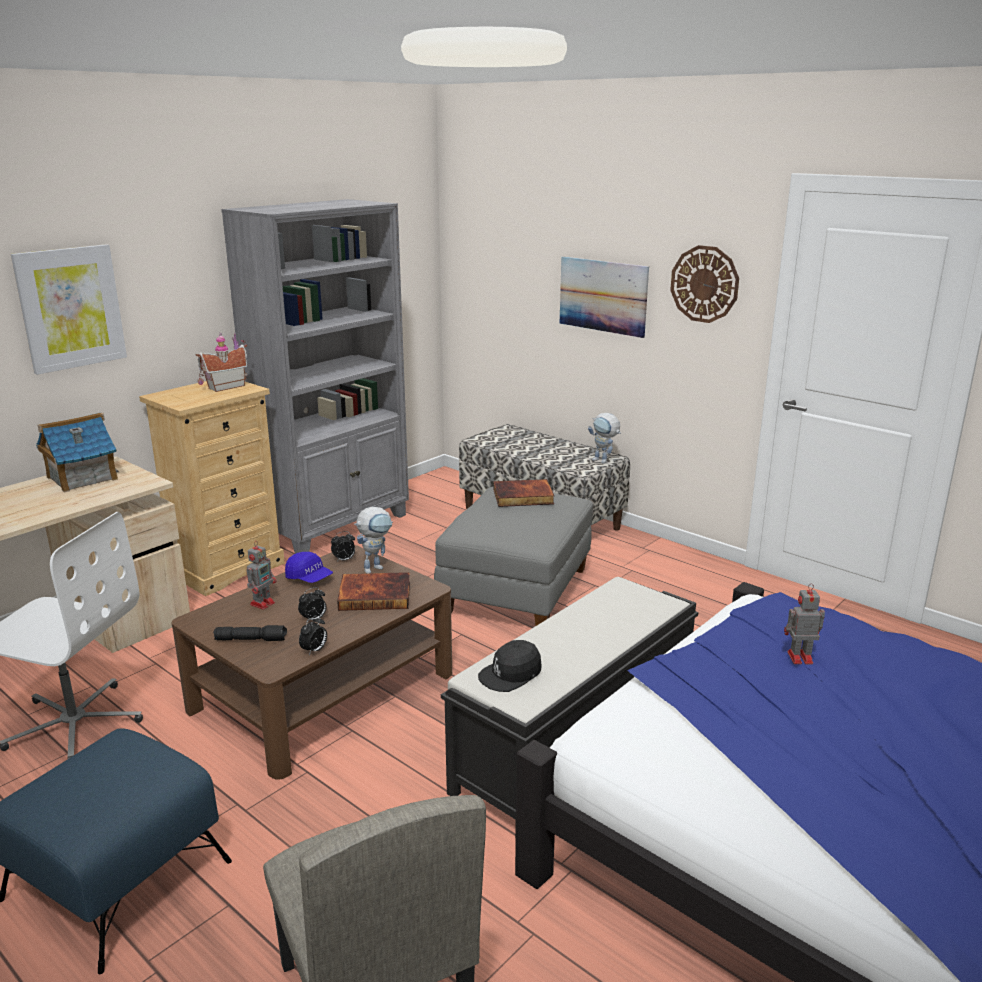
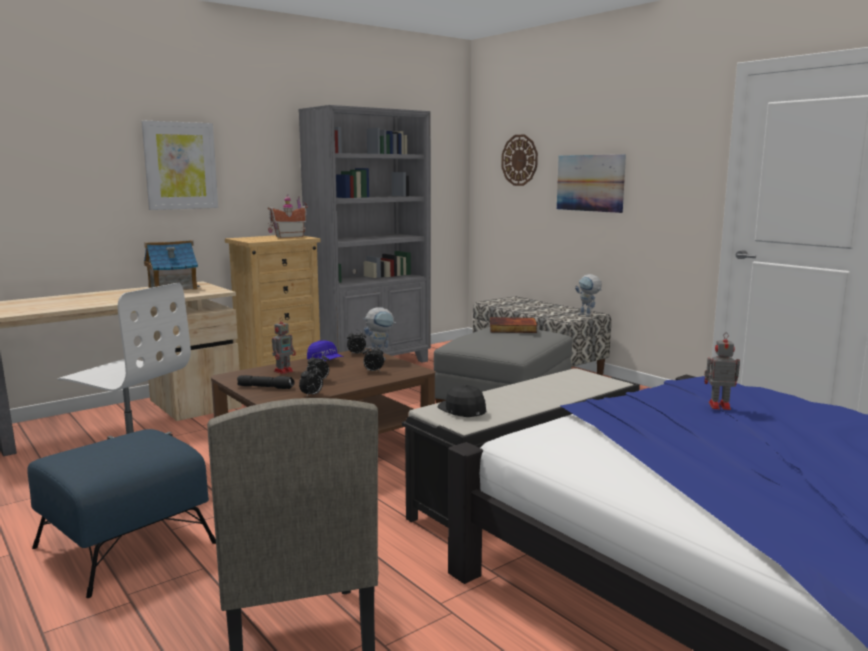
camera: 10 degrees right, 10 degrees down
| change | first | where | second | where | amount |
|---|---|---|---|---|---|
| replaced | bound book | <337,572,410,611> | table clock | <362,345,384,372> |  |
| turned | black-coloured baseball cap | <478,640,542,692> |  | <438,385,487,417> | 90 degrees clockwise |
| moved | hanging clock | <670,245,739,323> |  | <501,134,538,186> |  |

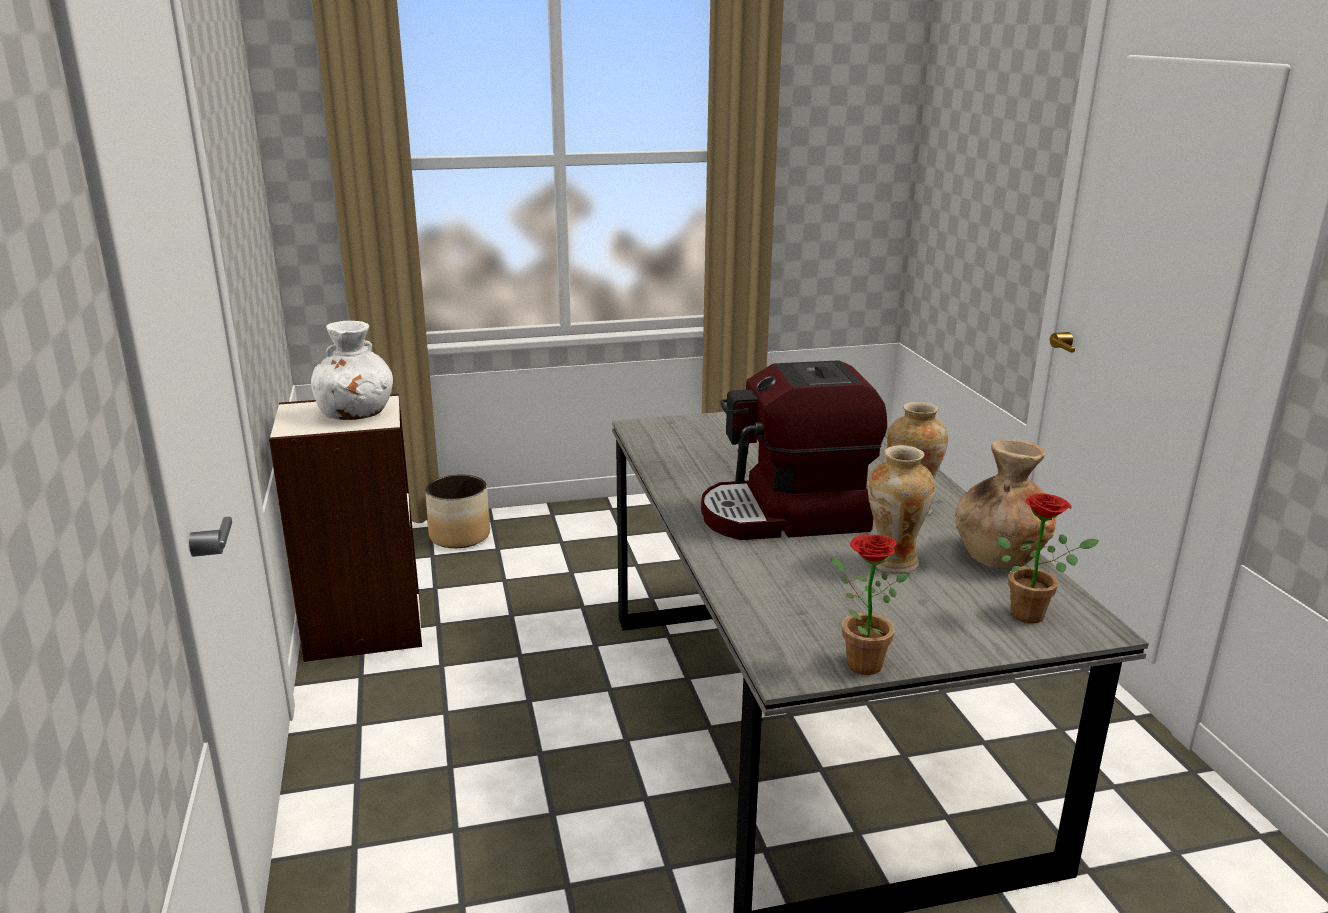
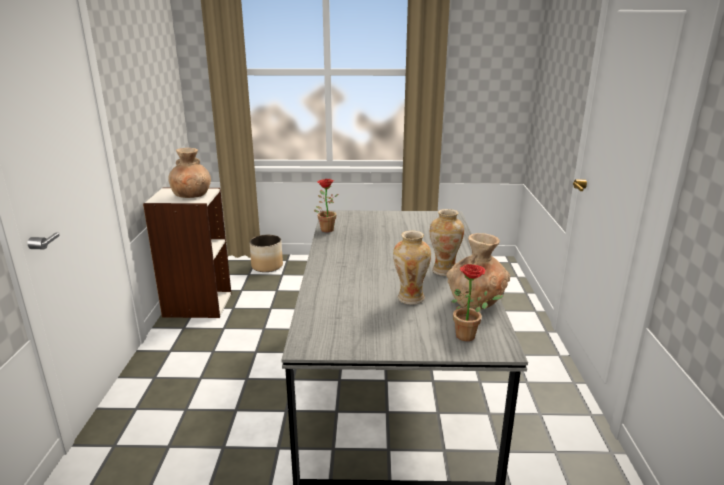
camera: 15 degrees right, 0 degrees up
| change | first | where | second | where | amount |
|---|---|---|---|---|---|
| recoloured | white-coloured vase | <311,321,393,420> | brown-coloured vase | <168,148,211,198> |  |
| removed | coffee brewer | <701,360,887,540> |  |  |  |
| moved | houseplant | <832,534,908,675> |  | <314,179,338,232> |  |

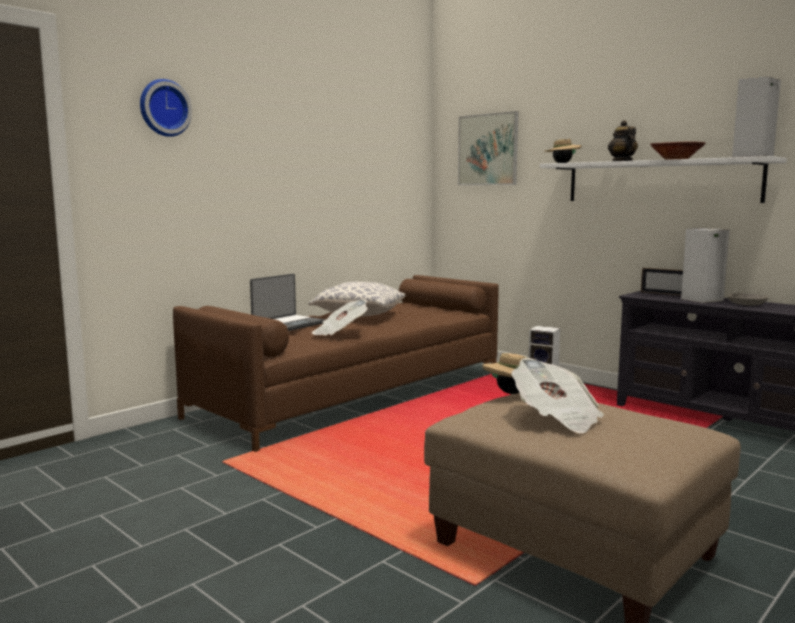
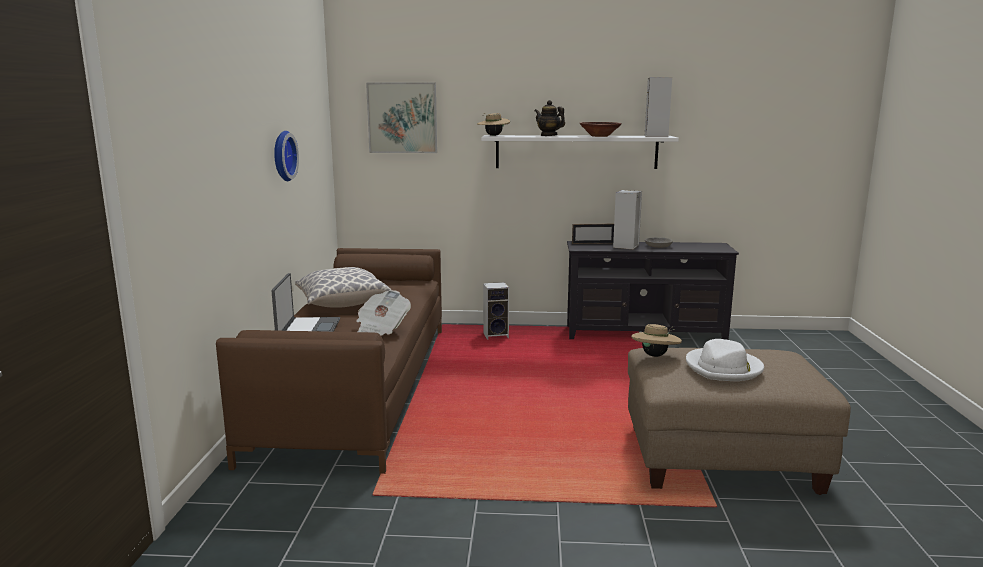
camera: 40 degrees left, 5 degrees up
| change | first | where | second | where | amount |
|---|---|---|---|---|---|
| moved | hanging clock | <140,79,192,137> |  | <274,131,299,181> |  |
| replaced | printed paper | <511,358,604,434> | white-coloured wearable hat | <686,339,764,381> |  |

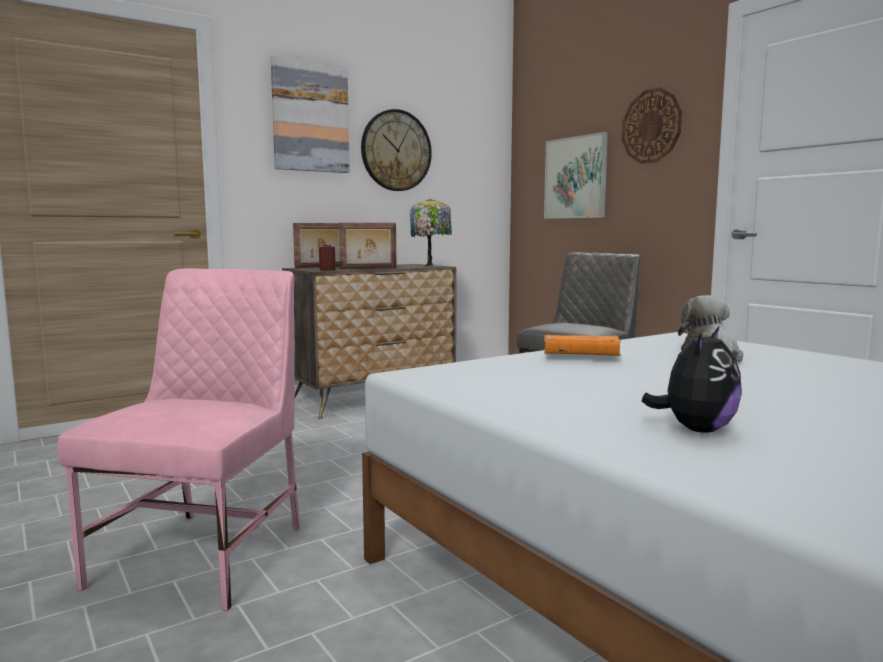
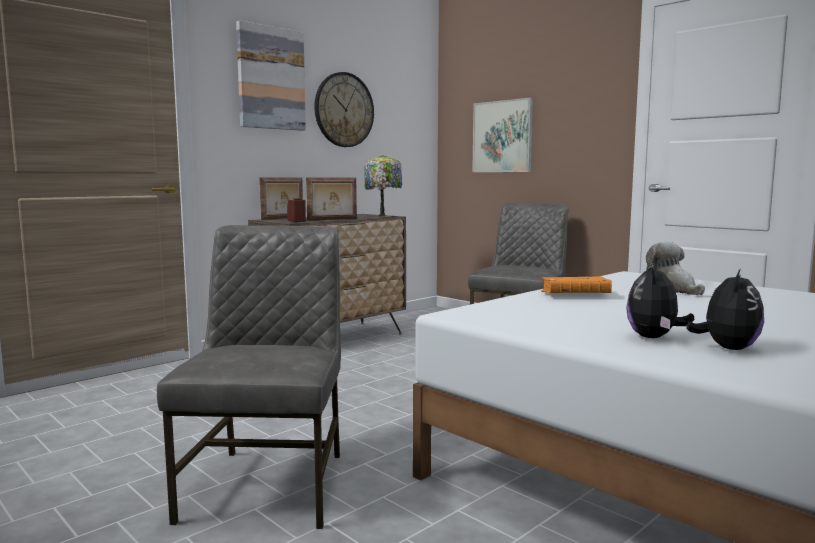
camera: 10 degrees left, 0 degrees up
| change | first | where | second | where | amount |
|---|---|---|---|---|---|
| recoloured | pink plain chair | <58,268,300,611> | greyish plain chair | <157,225,341,529> |  |
| removed | hanging clock | <622,87,682,164> |  |  |  |
| added |  |  | soft toy | <626,262,694,338> |  |

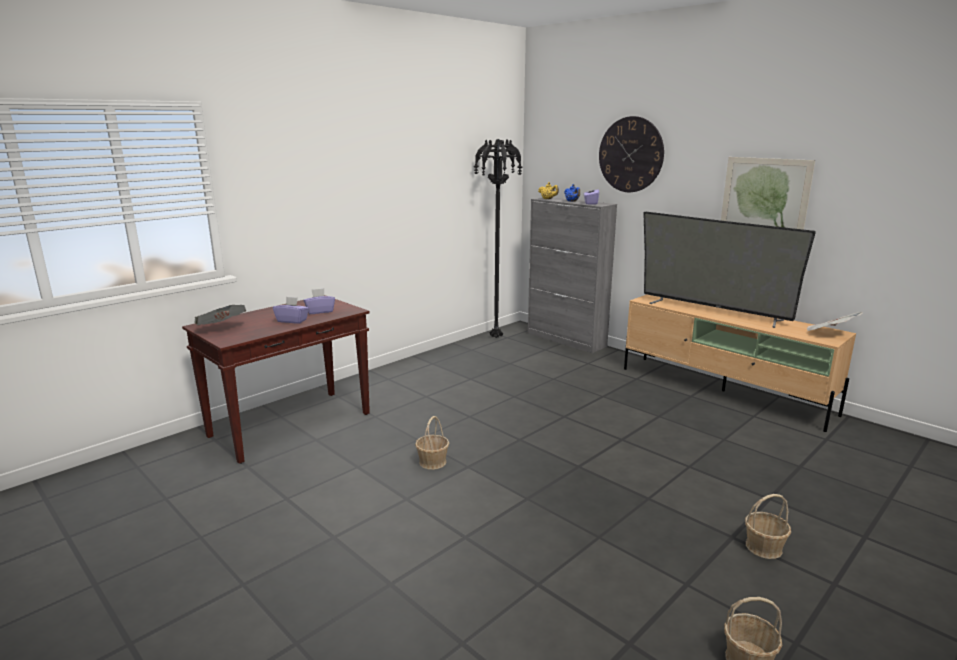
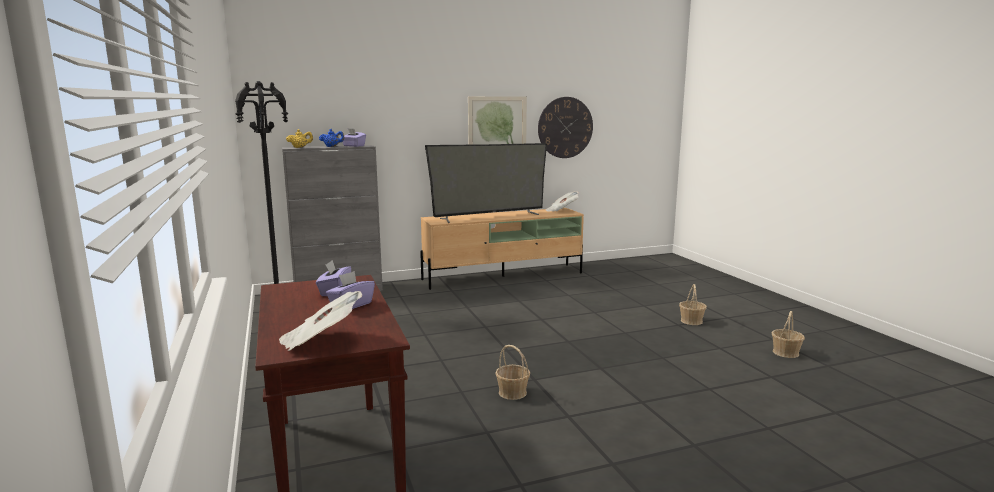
camera: 65 degrees left, 5 degrees down
| change | first | where | second | where | amount |
|---|---|---|---|---|---|
| moved | hanging clock | <599,116,664,192> |  | <538,97,593,158> |  |

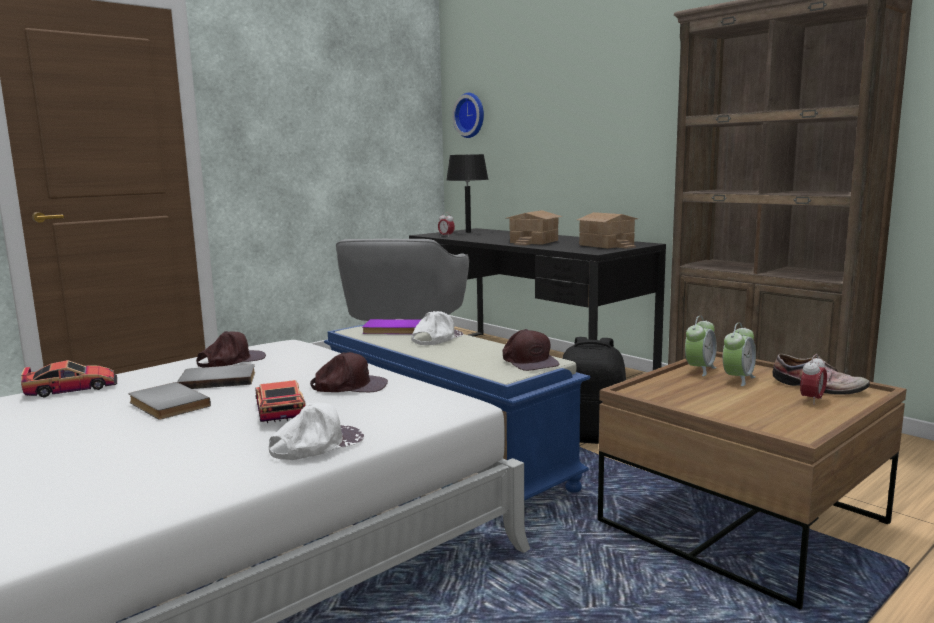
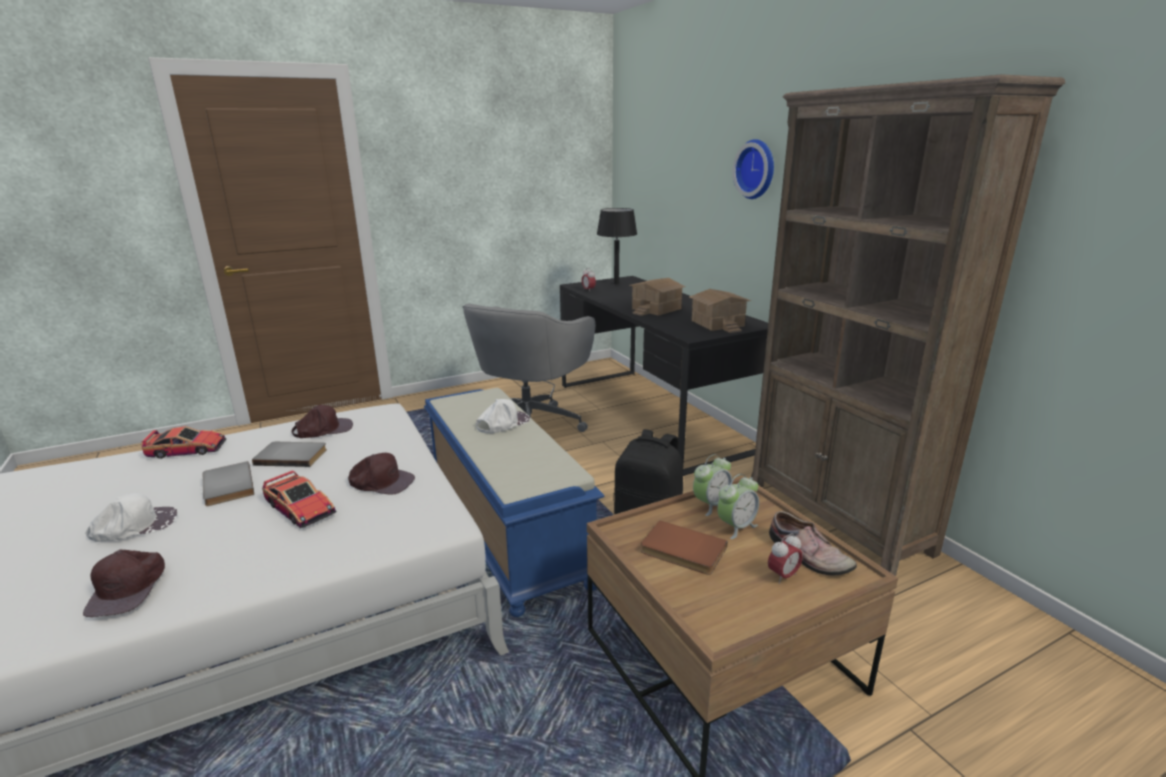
camera: 15 degrees right, 10 degrees up
| change | first | where | second | where | amount |
|---|---|---|---|---|---|
| turned | miniature car | <255,380,306,423> |  | <262,470,337,528> | 135 degrees clockwise |
| moved | white-coloured baseball cap | <268,403,364,460> |  | <86,492,177,542> |  |
| removed | purplish bound book | <362,319,422,334> |  |  |  |
| moved | hanging clock | <452,93,484,138> |  | <732,139,774,199> |  |
| moved | brown-coloured baseball cap | <503,329,559,371> |  | <83,549,165,617> |  |
| added |  |  | brown-coloured bound book | <641,520,728,575> |  |

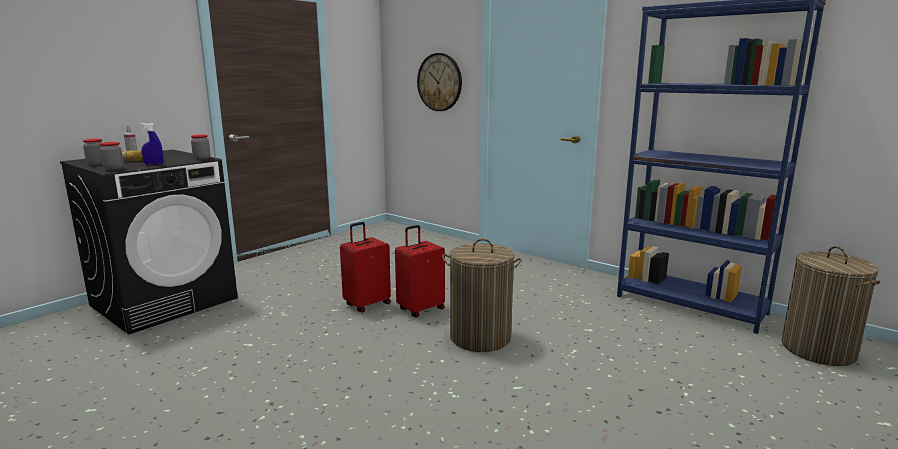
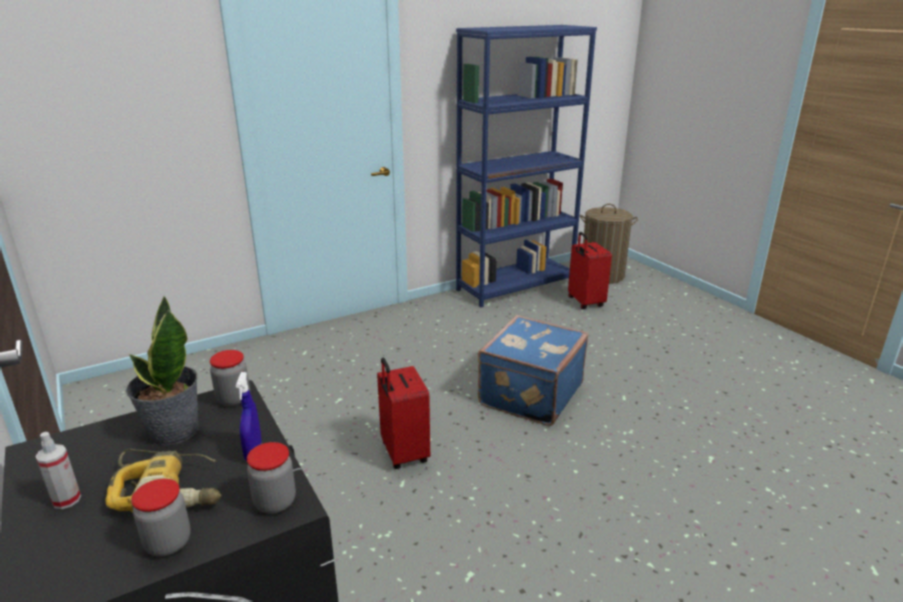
camera: 70 degrees left, 10 degrees up
| change | first | where | second | where | amount |
|---|---|---|---|---|---|
| moved | red travel case | <395,225,445,318> |  | <568,232,612,309> |  |
| removed | hanging clock | <417,53,462,111> |  |  |  |
| replaced | hamper | <442,239,522,352> | blue-coloured travel case | <478,315,588,426> |  |
| added |  |  | houseplant | <126,296,199,445> |  |

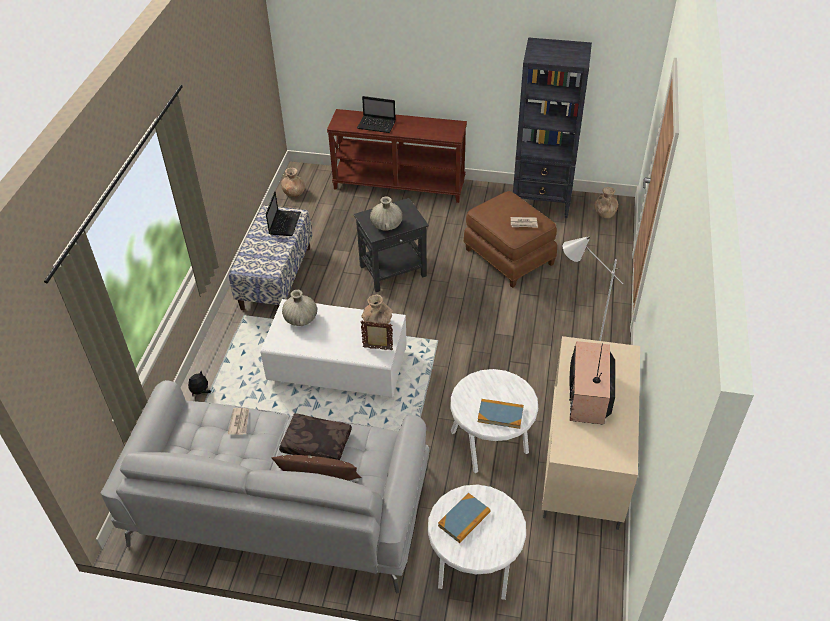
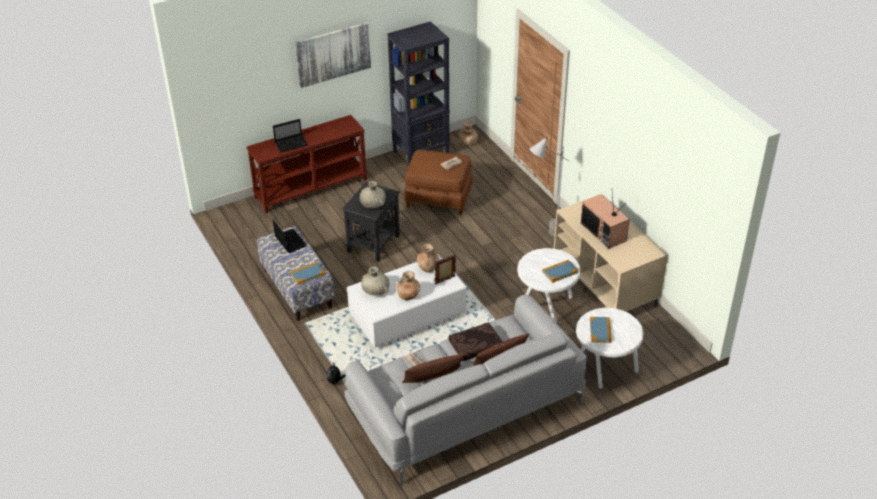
camera: 40 degrees left, 5 degrees down
| change | first | where | second | where | amount |
|---|---|---|---|---|---|
| moved | brown-coloured vase | <281,168,305,197> |  | <396,271,420,300> |  |
| added |  |  | bound book | <290,262,326,285> |  |
| added |  |  | wall picture | <295,22,371,88> |  |
| added |  |  | brown-coloured pillow | <402,354,465,383> |  |

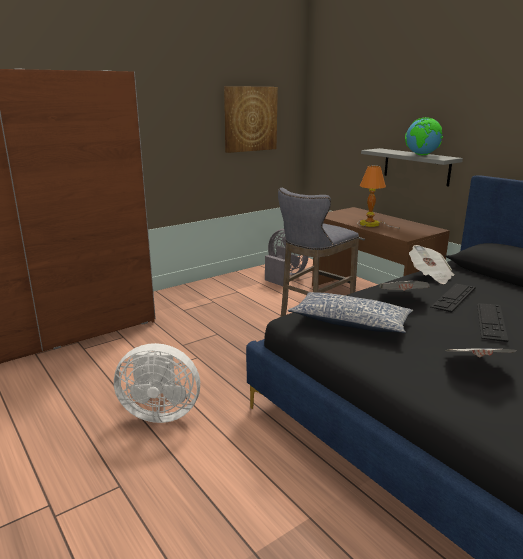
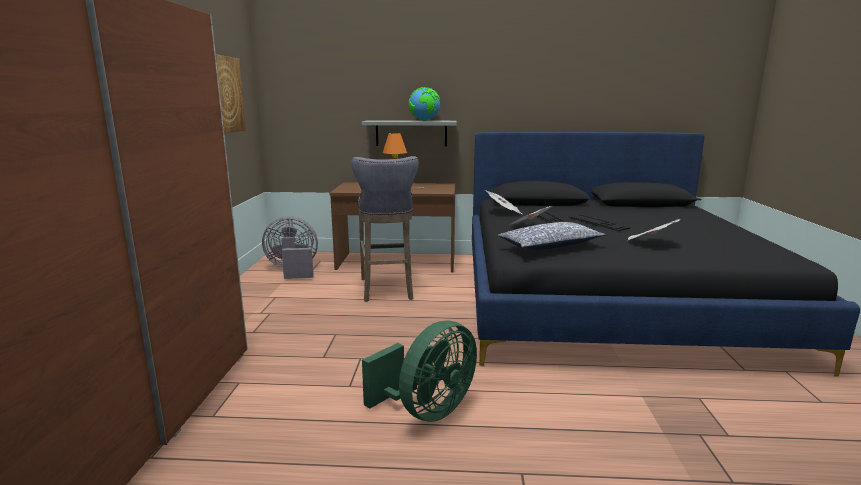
camera: 50 degrees left, 5 degrees down
| change | first | where | second | where | amount |
|---|---|---|---|---|---|
| recoloured | white-coloured cooling fan | <114,343,200,423> | greenish cooling fan | <362,320,477,422> |  |

